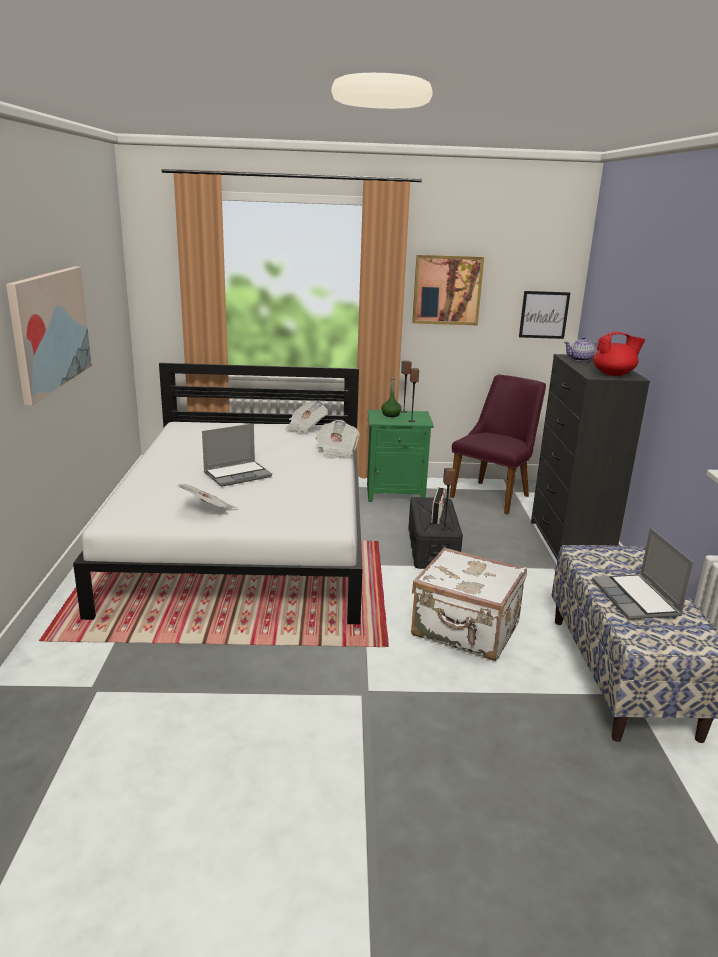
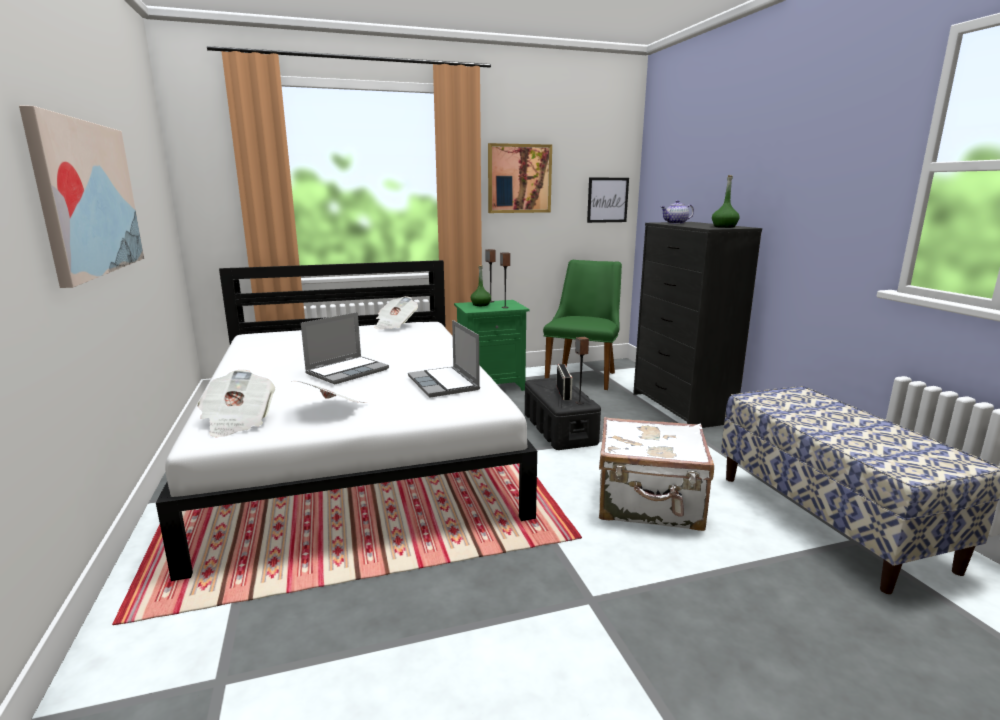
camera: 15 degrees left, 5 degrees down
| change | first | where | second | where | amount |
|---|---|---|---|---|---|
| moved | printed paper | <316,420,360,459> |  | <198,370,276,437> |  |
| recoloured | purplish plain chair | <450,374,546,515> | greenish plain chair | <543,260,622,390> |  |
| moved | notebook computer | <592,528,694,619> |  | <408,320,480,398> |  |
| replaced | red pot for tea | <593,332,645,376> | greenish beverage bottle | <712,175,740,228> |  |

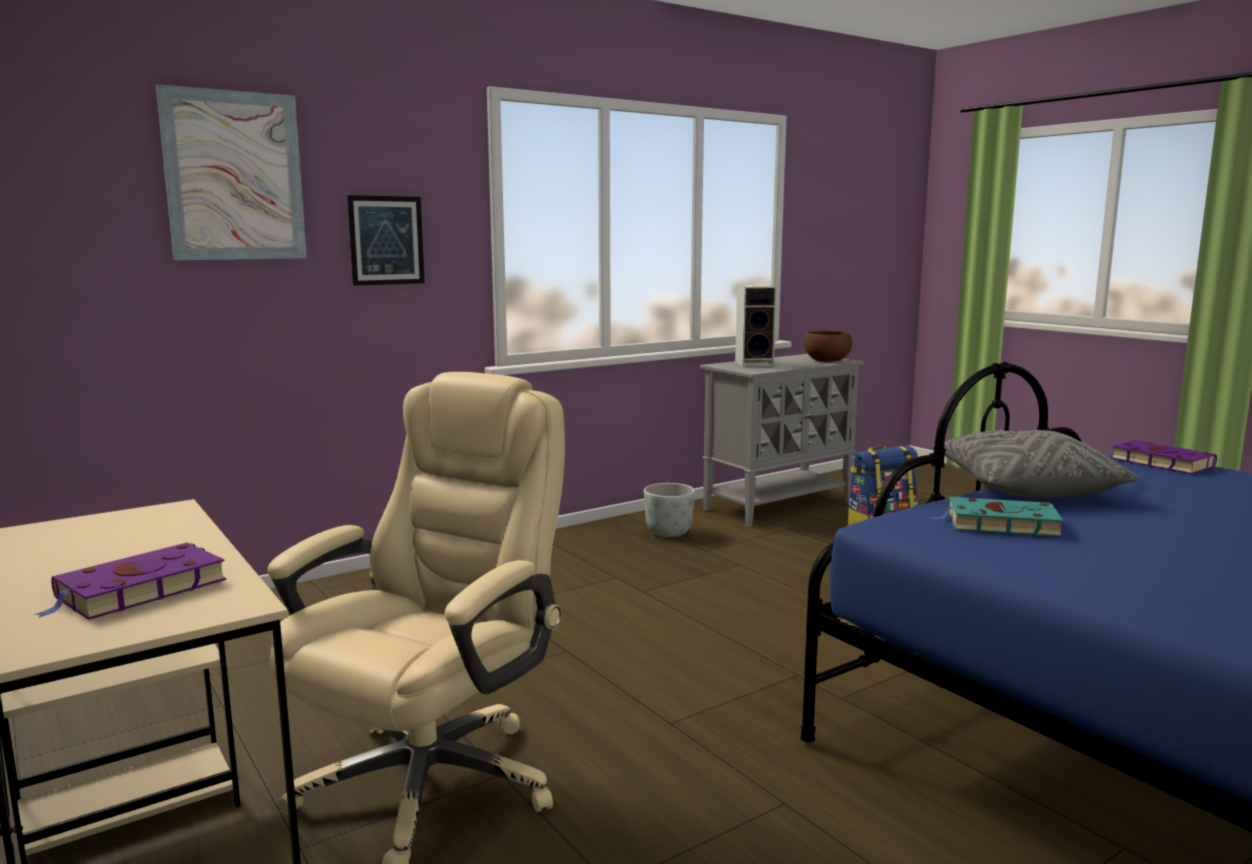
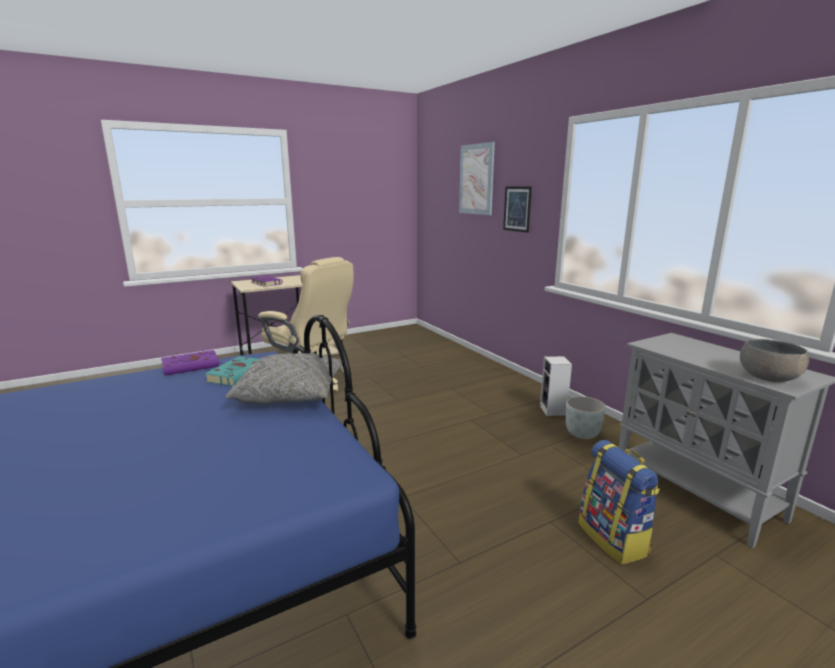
camera: 95 degrees right, 5 degrees up
| change | first | where | second | where | amount |
|---|---|---|---|---|---|
| moved | loudspeaker | <735,285,777,366> |  | <540,356,572,416> |  |
| recoloured | brown-coloured bowl | <804,331,852,362> | greyish bowl | <740,339,809,382> |  |
| moved | purplish bound book | <1111,440,1217,474> |  | <161,350,227,376> |  |

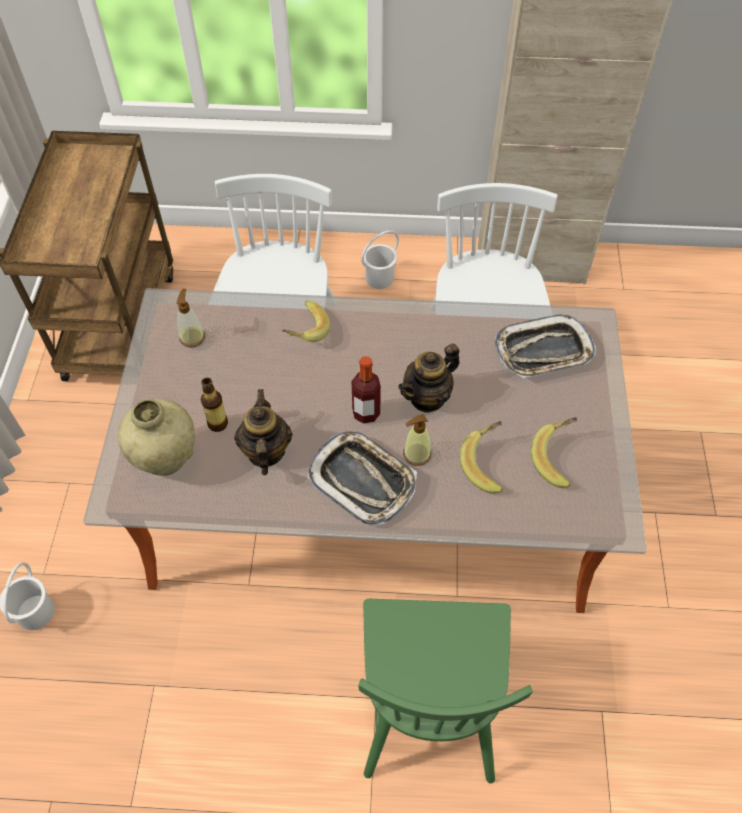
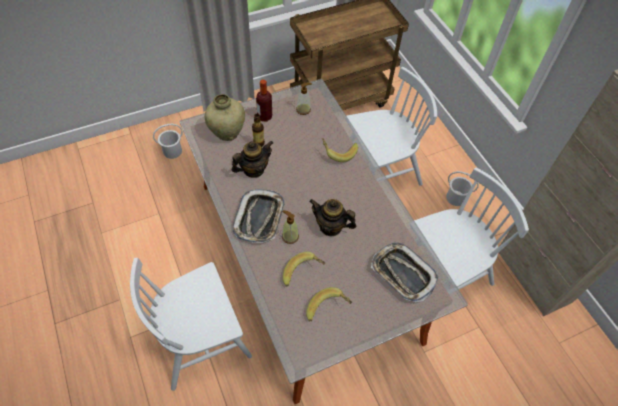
camera: 60 degrees right, 0 degrees up
| change | first | where | second | where | amount |
|---|---|---|---|---|---|
| moved | beverage bottle | <351,356,381,424> |  | <256,80,272,122> |  |
| recoloured | greenish plain chair | <358,599,533,783> | white-coloured plain chair | <130,258,252,391> |  |

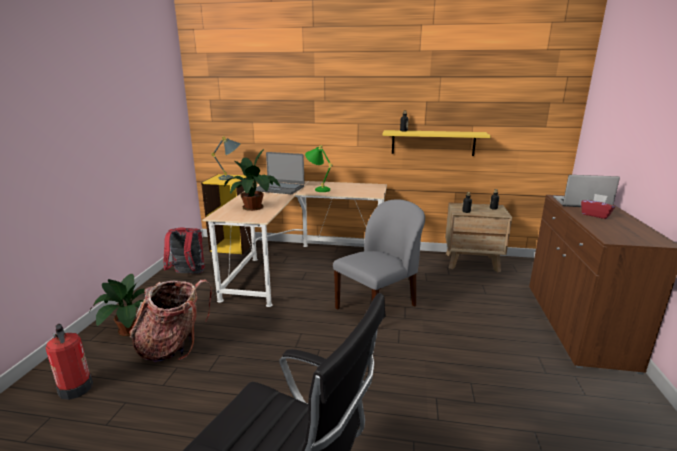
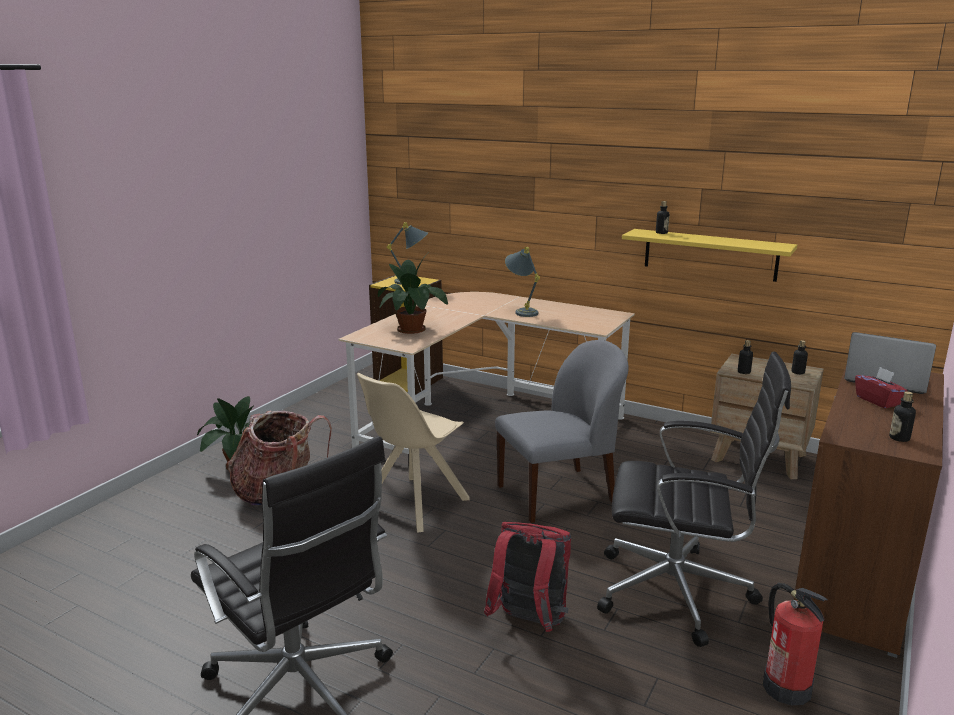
camera: 20 degrees right, 0 degrees up
| change | first | where | second | where | amount |
|---|---|---|---|---|---|
| moved | extinguisher | <46,324,93,400> |  | <762,583,828,705> |  |
| moved | red knapsack | <164,228,205,274> |  | <484,522,571,632> |  |
| removed | notebook computer | <256,152,304,194> |  |  |  |
| recoloured | greenish lamp for a table | <305,145,333,192> | greyish lamp for a table | <505,247,540,317> |  |
| added |  |  | beige plain chair | <357,373,469,533> |  |
| added |  |  | black-coloured office chair | <597,352,791,647> |  |
| added |  |  | beverage bottle | <889,391,916,442> |  |

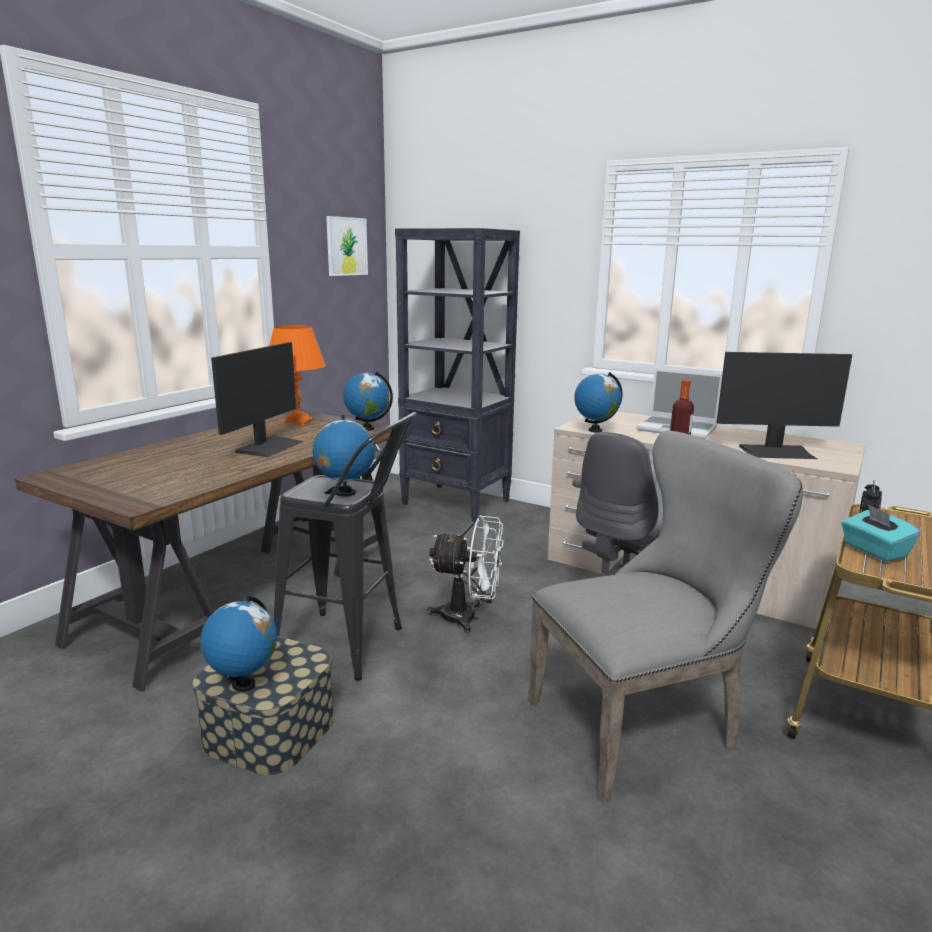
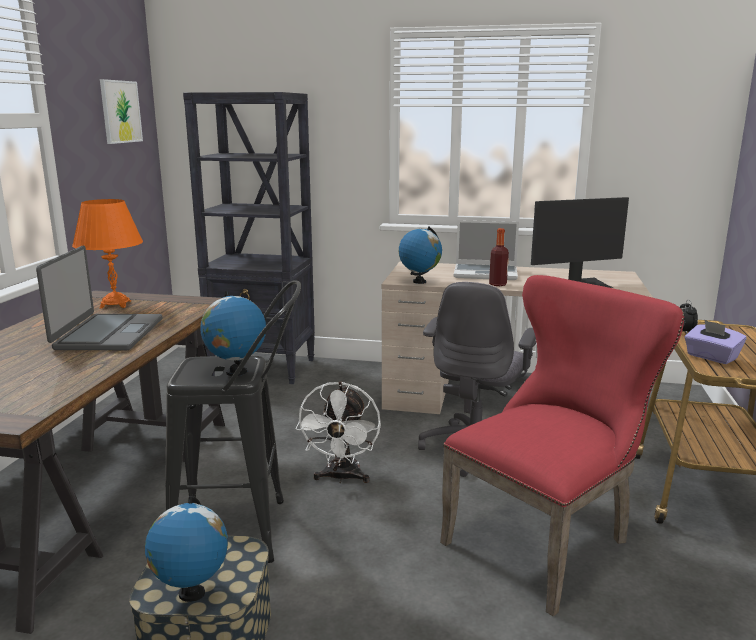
camera: 20 degrees left, 0 degrees up
| change | first | where | second | where | amount |
|---|---|---|---|---|---|
| replaced | computer screen | <211,342,304,457> | notebook computer | <36,245,163,350> |  |
| removed | world globe | <343,371,393,431> |  |  |  |
| turned | white-coloured cooling fan | <427,515,503,633> |  | <296,381,381,483> | 105 degrees clockwise |
| recoloured | greyish plain chair | <528,431,803,802> | red plain chair | <440,275,684,616> |  |
| recoloured | blue-green tissue box | <842,504,920,562> | purplish tissue box | <685,320,747,364> |  |

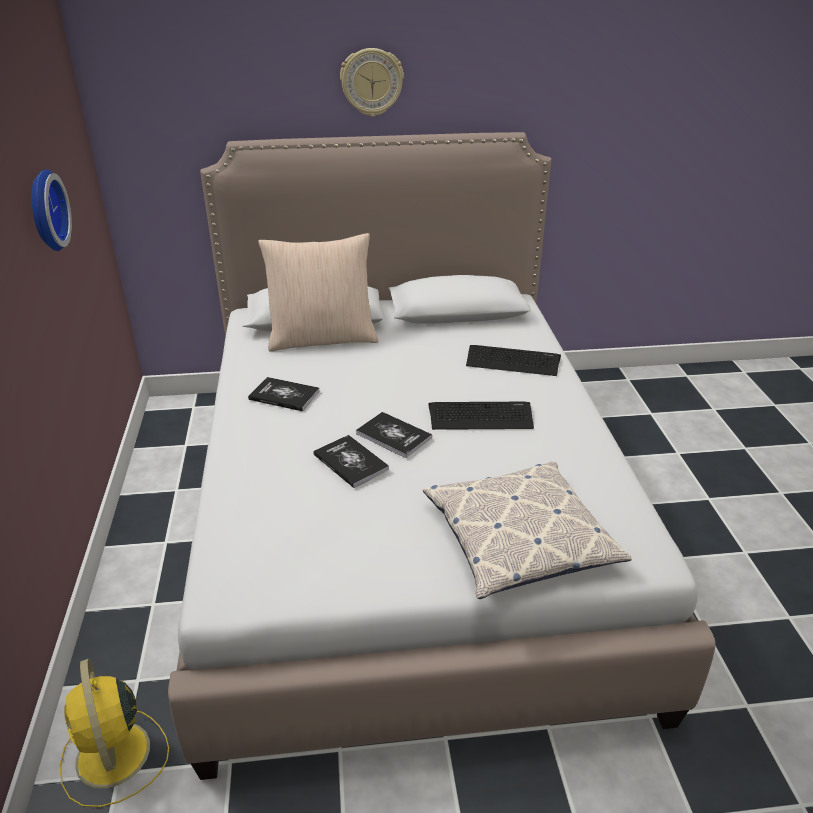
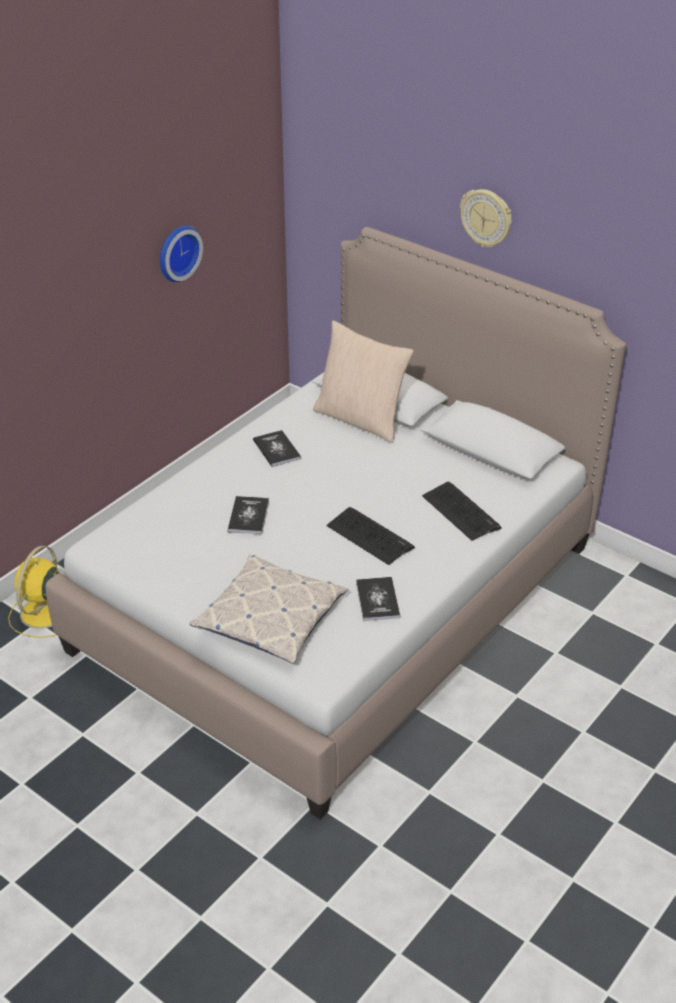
camera: 45 degrees right, 5 degrees up
| change | first | where | second | where | amount |
|---|---|---|---|---|---|
| moved | bound book | <356,412,432,458> |  | <356,577,400,621> |  |

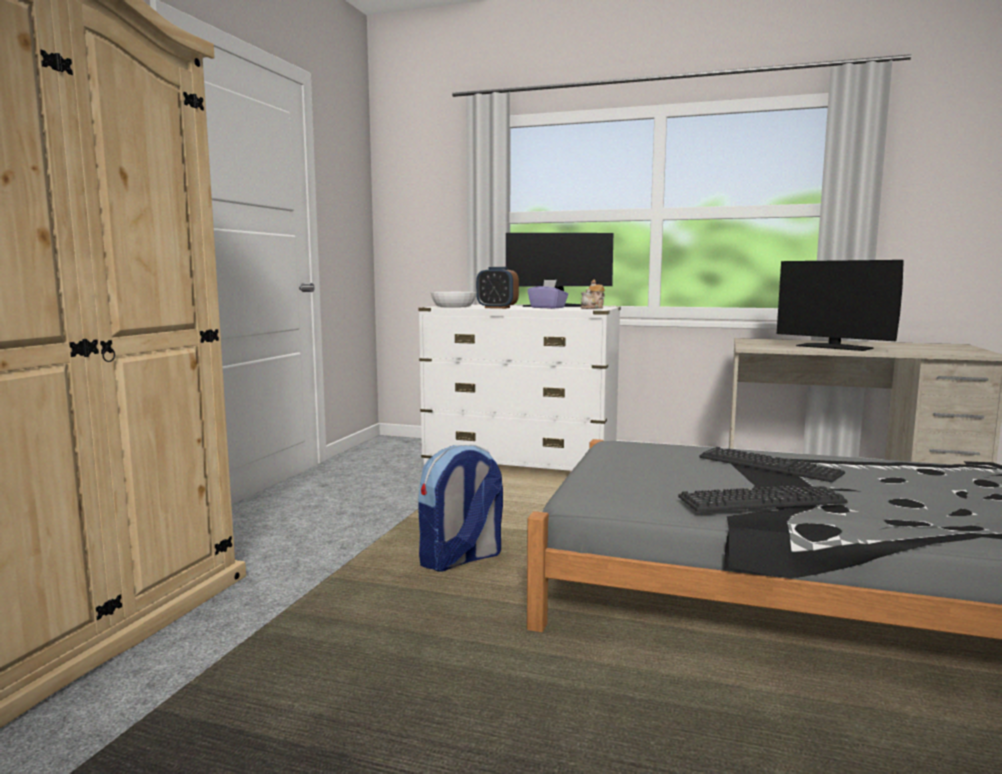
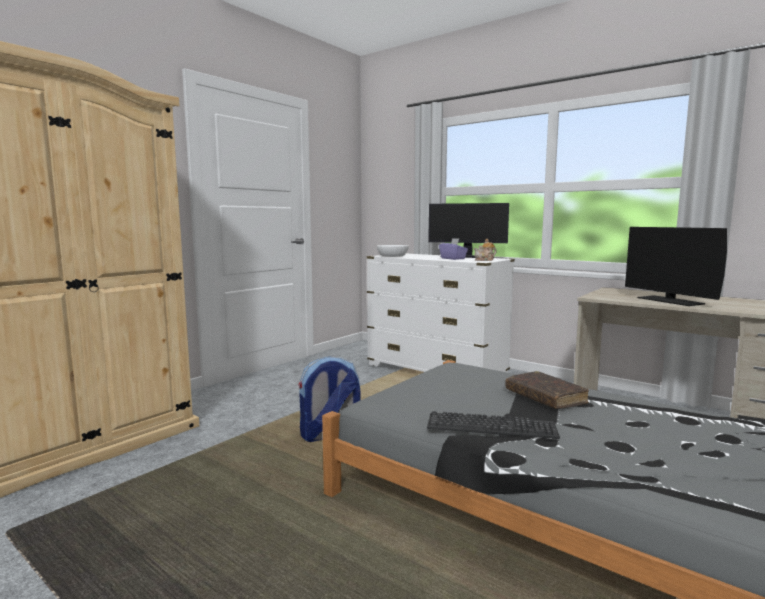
camera: 20 degrees right, 0 degrees up
| change | first | where | second | where | amount |
|---|---|---|---|---|---|
| removed | table clock | <476,267,519,309> |  |  |  |
| replaced | computer keyboard | <699,447,845,482> | brown-coloured bound book | <505,371,589,409> |  |

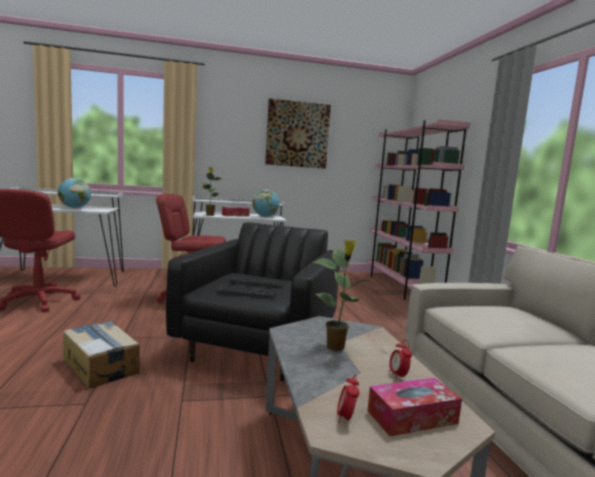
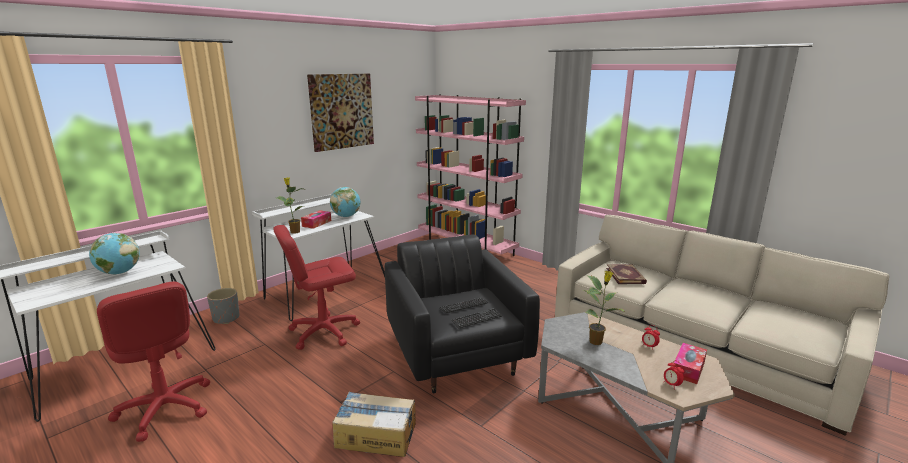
camera: 35 degrees left, 10 degrees up
| change | first | where | second | where | amount |
|---|---|---|---|---|---|
| added |  |  | greyish flower pot | <207,288,239,324> |  |
| added |  |  | bound book | <606,264,647,284> |  |

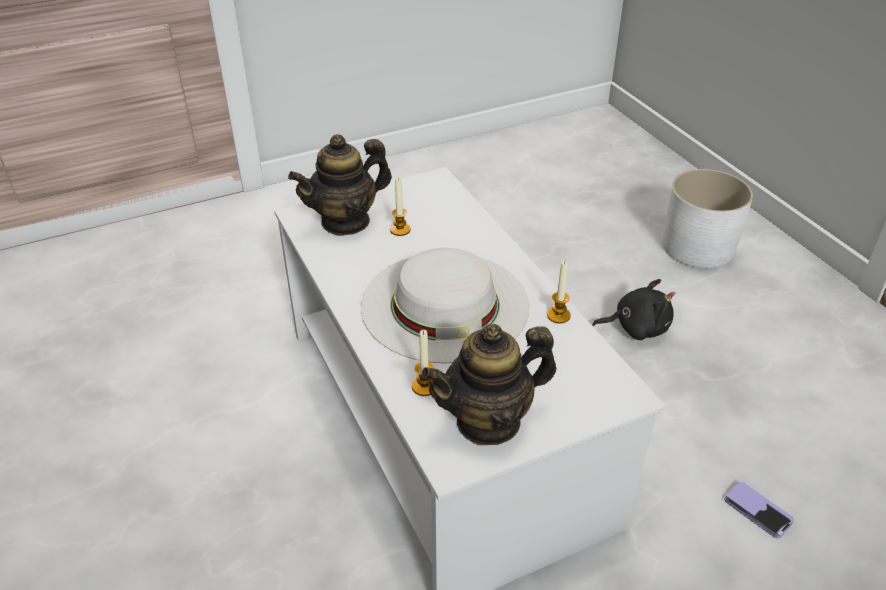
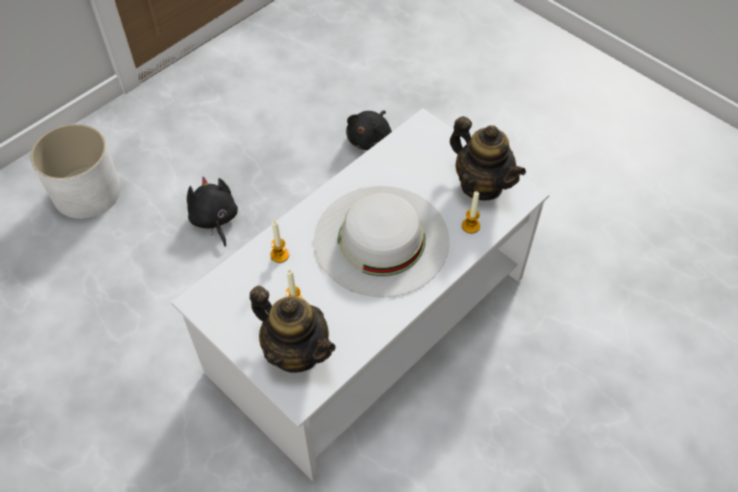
camera: 110 degrees left, 15 degrees up
| change | first | where | second | where | amount |
|---|---|---|---|---|---|
| moved | wax candle | <547,261,571,324> |  | <270,221,289,263> |  |
| replaced | phone | <724,482,794,538> | black-coloured soft toy | <346,110,392,150> |  |

